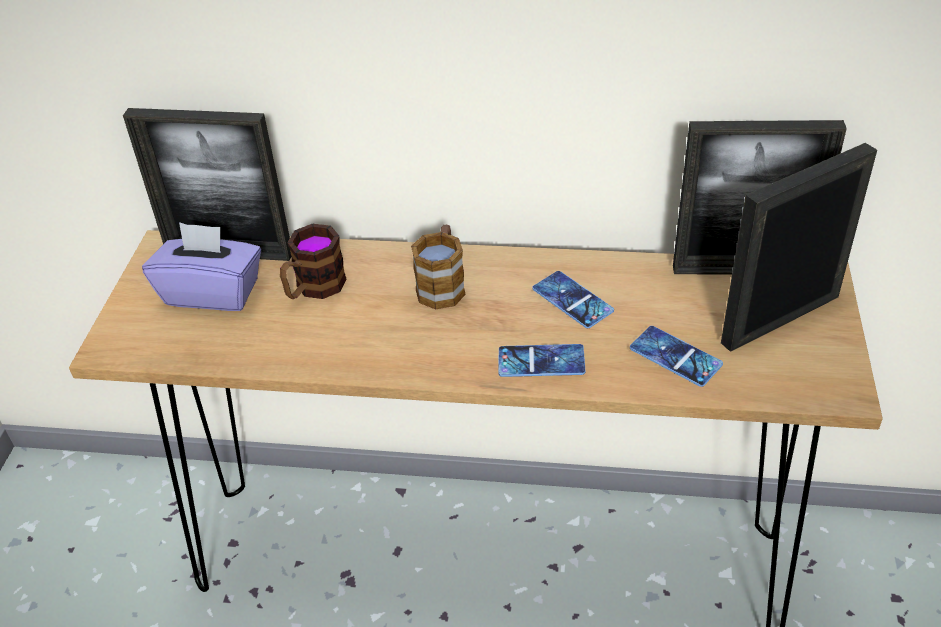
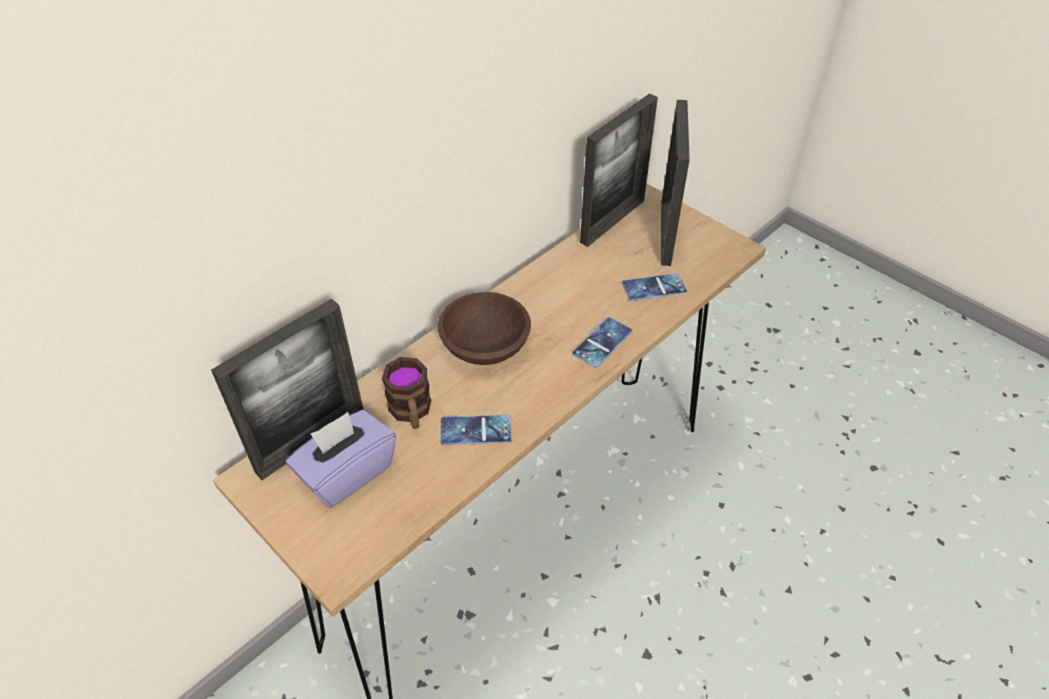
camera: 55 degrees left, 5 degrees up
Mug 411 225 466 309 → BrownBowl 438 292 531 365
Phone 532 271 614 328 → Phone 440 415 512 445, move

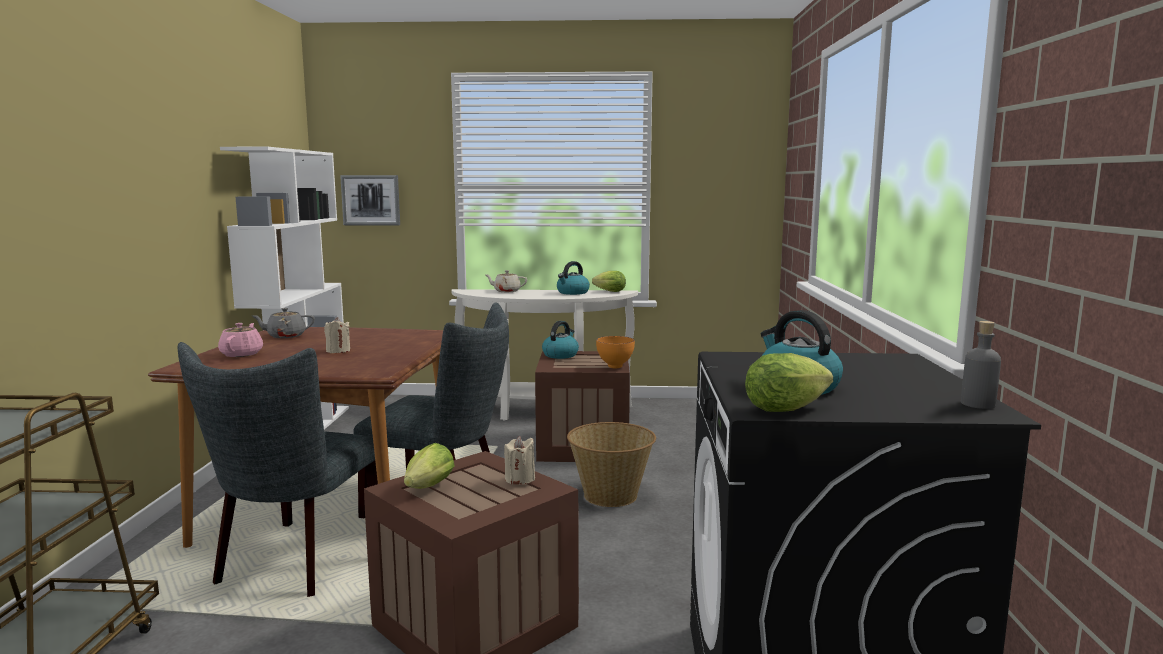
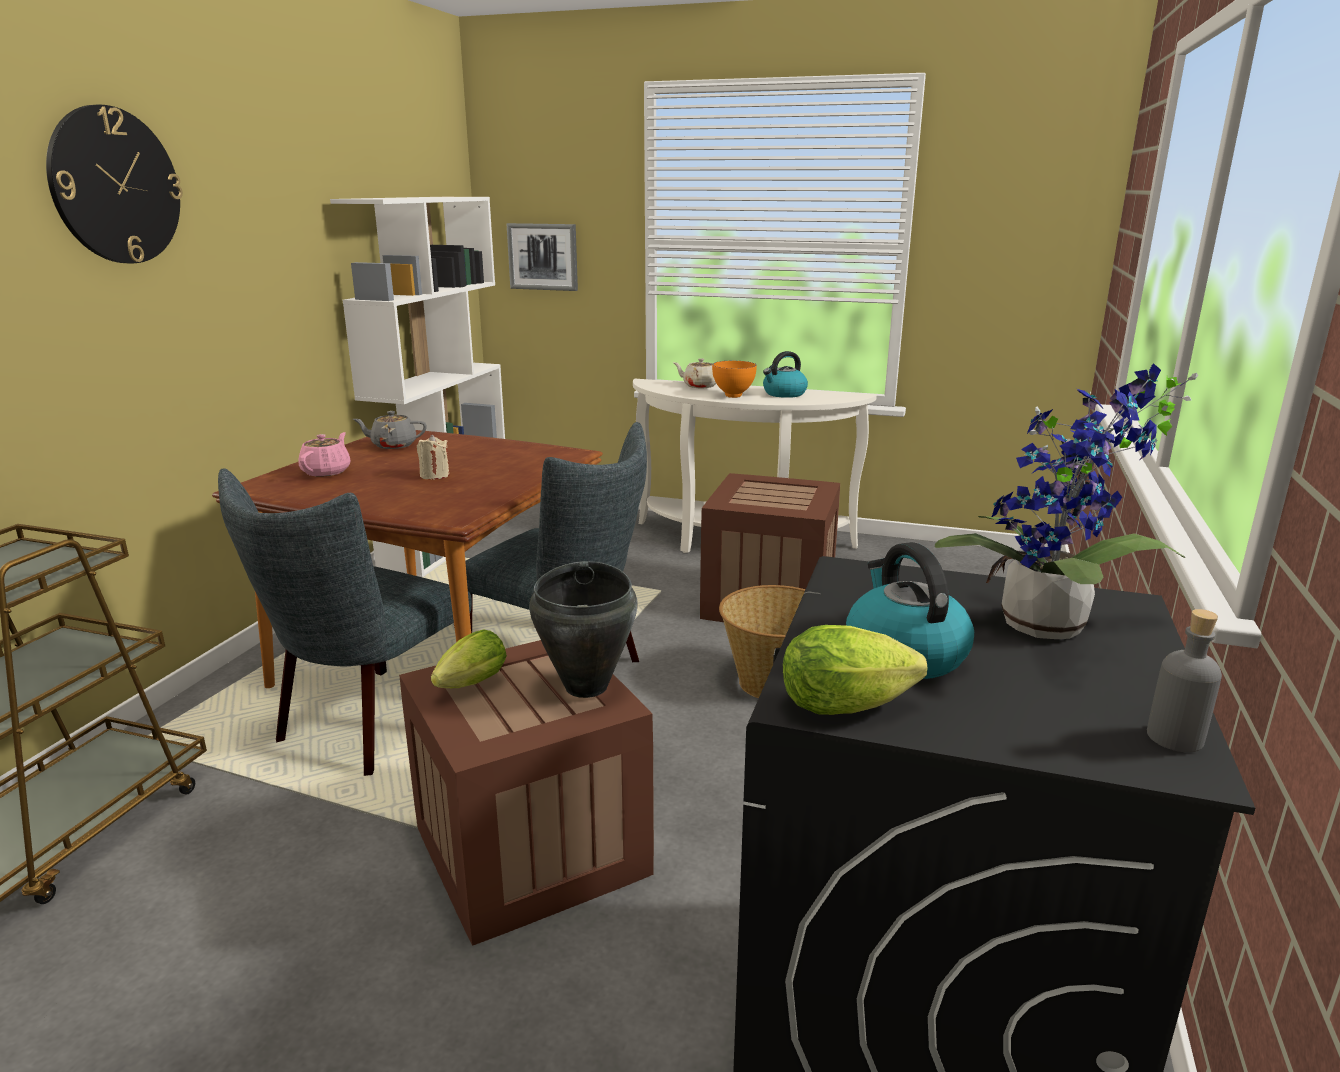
camera: 15 degrees right, 10 degrees up
Lettuce 592 271 626 292 → -
Kettle 542 321 579 359 → -
OrangeBowl 596 336 635 368 → OrangeBowl 712 361 757 398, move
BeigeCandle 504 436 535 484 → BlackCookingPot 529 561 637 698
- → WallClock 46 105 183 263
- → PottedPlant 935 363 1198 639

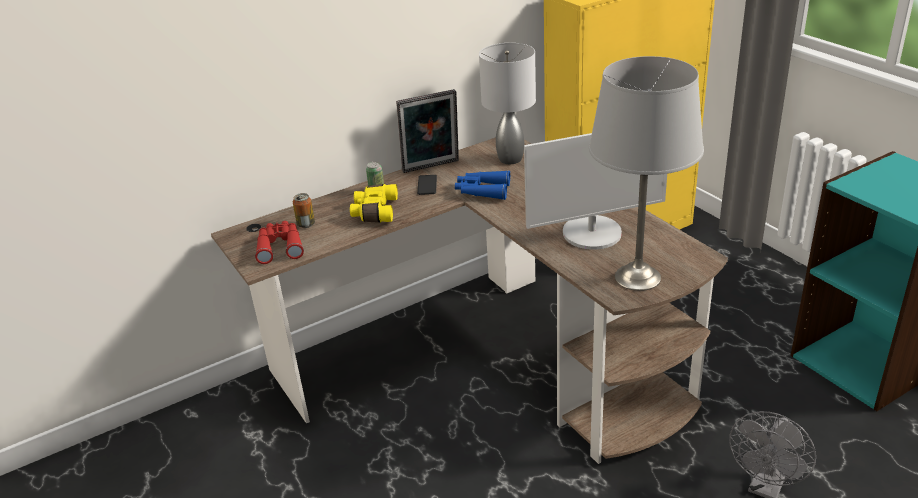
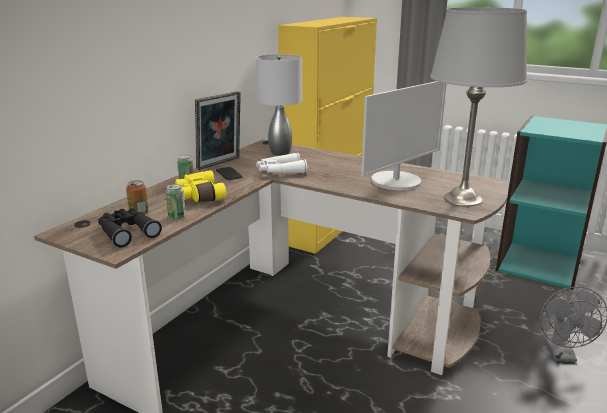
camera: 30 degrees left, 10 degrees down
BlueBinoculars 455 170 510 200 → WhiteBinoculars 256 153 307 173
RedBinoculars 255 221 304 264 → BlackBinoculars 98 209 162 247
- → Can 166 184 186 220

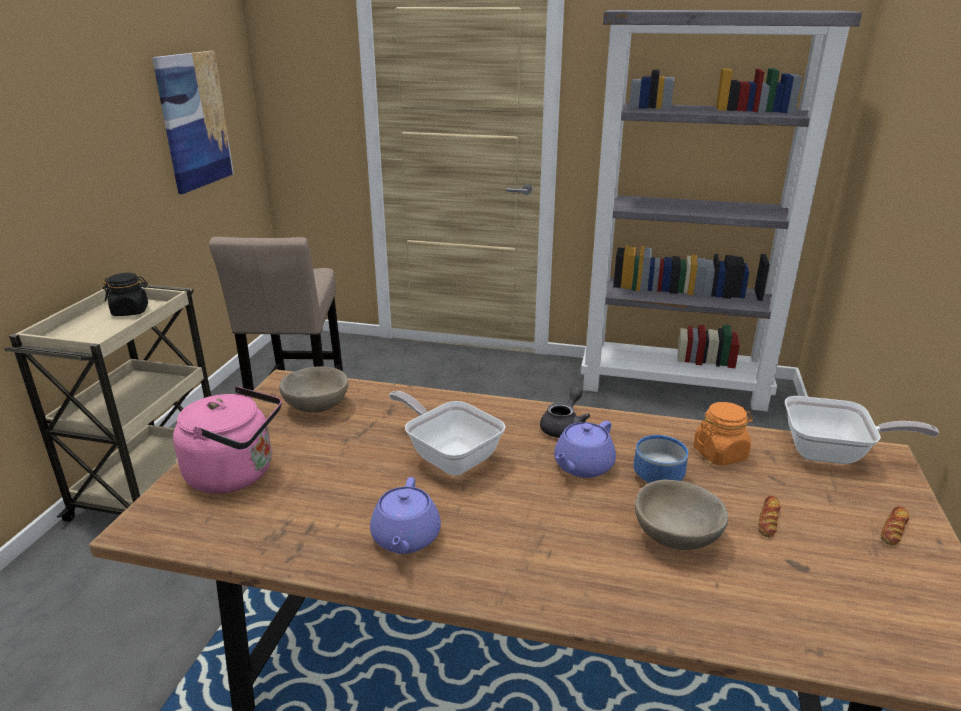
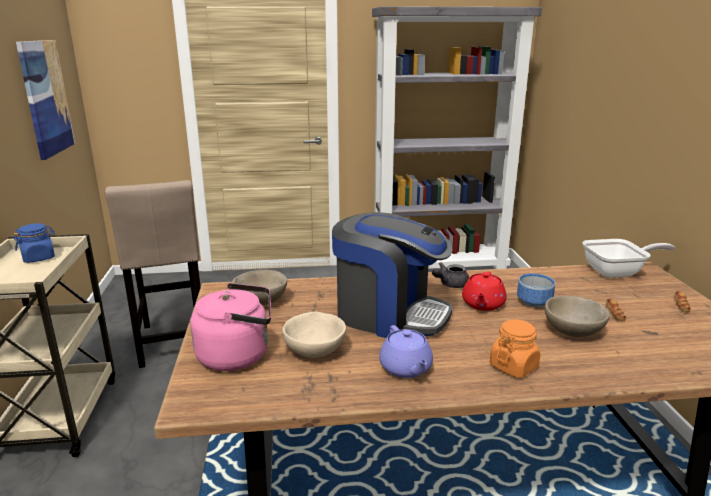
camera: 20 degrees left, 5 degrees down
BlackJar 103 273 148 316 → BlueJar 13 224 55 263
GreyTeapot 540 387 590 438 → GreyTeapot 432 262 469 288, 135 degrees counterclockwise
FryingPan 389 391 506 476 → CoffeeMachine 332 212 453 338
OrangeJar 693 402 753 466 → OrangeJar 490 319 540 378, move
PurpleTeapot 554 421 616 478 → RedTeapot 462 271 507 311
- → BeigeBowl 282 312 346 358

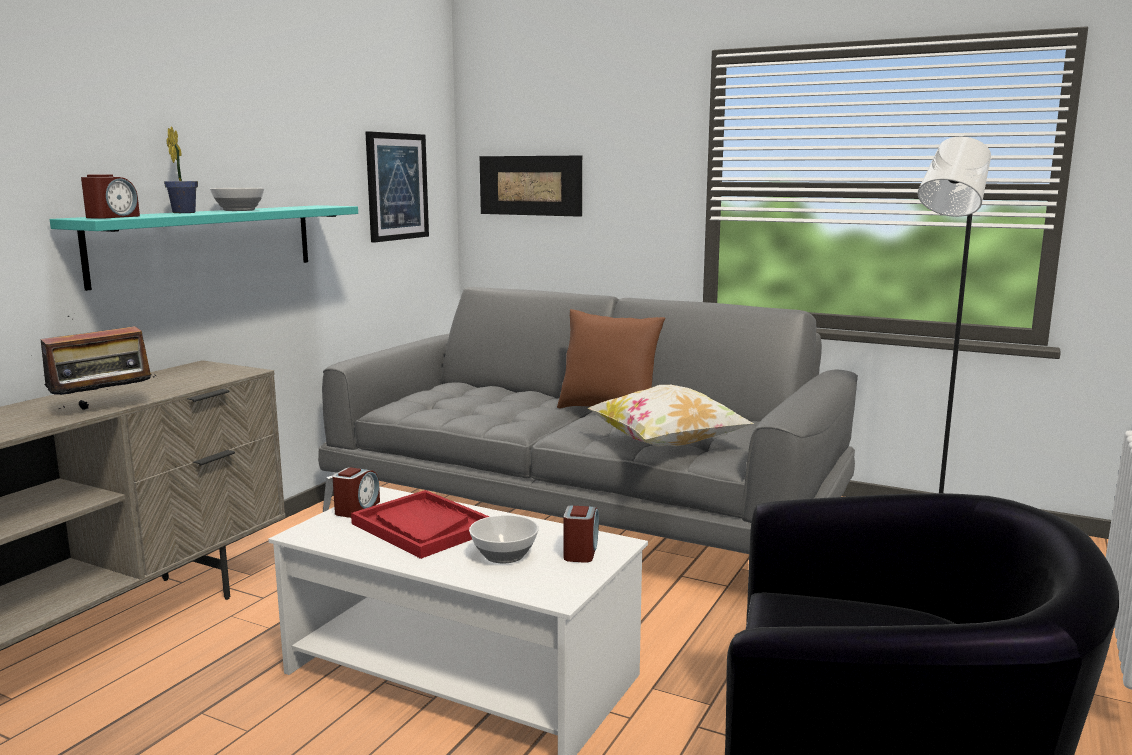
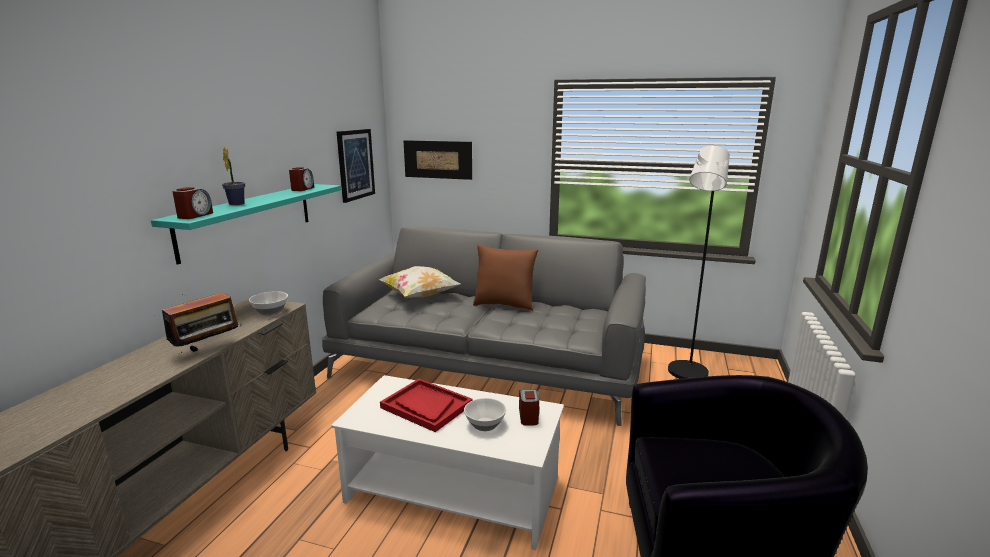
camera: 10 degrees left, 5 degrees up
Bowl 210 188 265 211 → Bowl 249 291 288 315, move
Pillow 588 385 755 446 → Pillow 379 266 460 298, move
AlarmClock 332 467 380 518 → AlarmClock 289 167 314 191, move

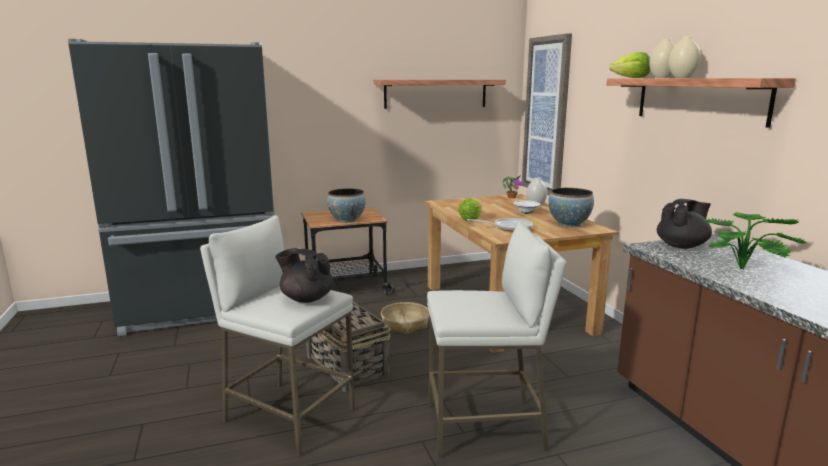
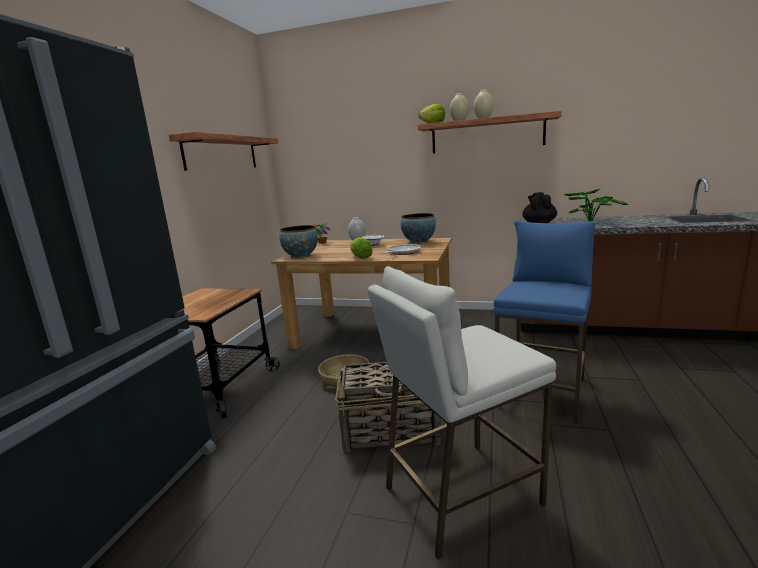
camera: 55 degrees left, 0 degrees up
Picture 522 33 572 195 → -
Bowl 327 188 366 223 → Bowl 279 225 318 259, move
WhiteStool 427 221 567 458 → BlueStool 493 220 595 423
BlackTeapot 275 248 334 303 → -

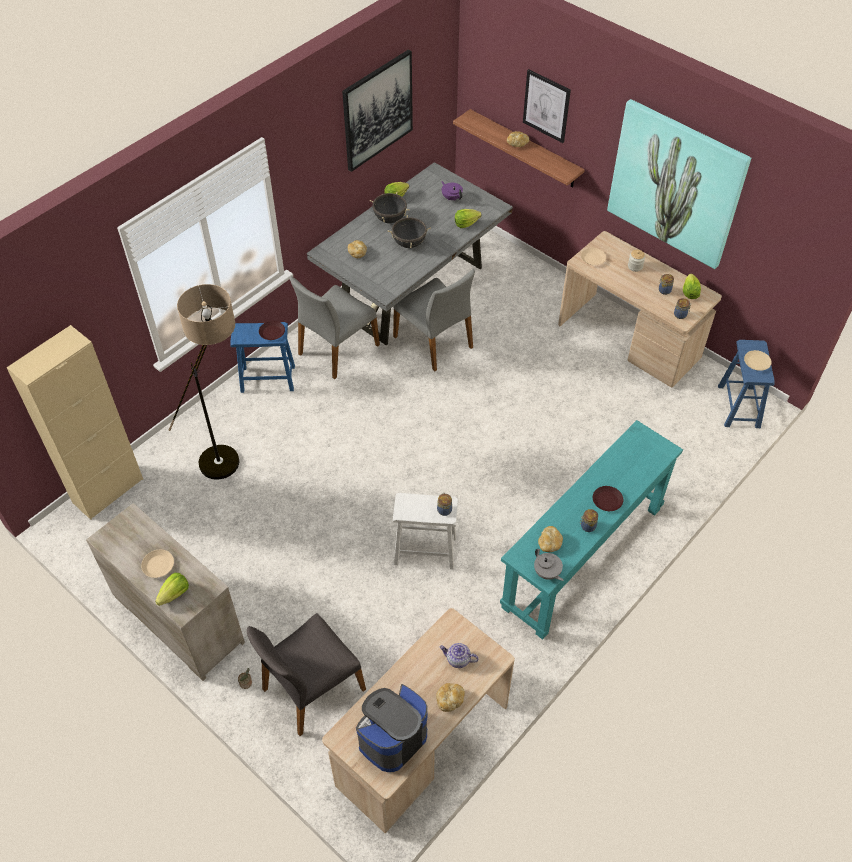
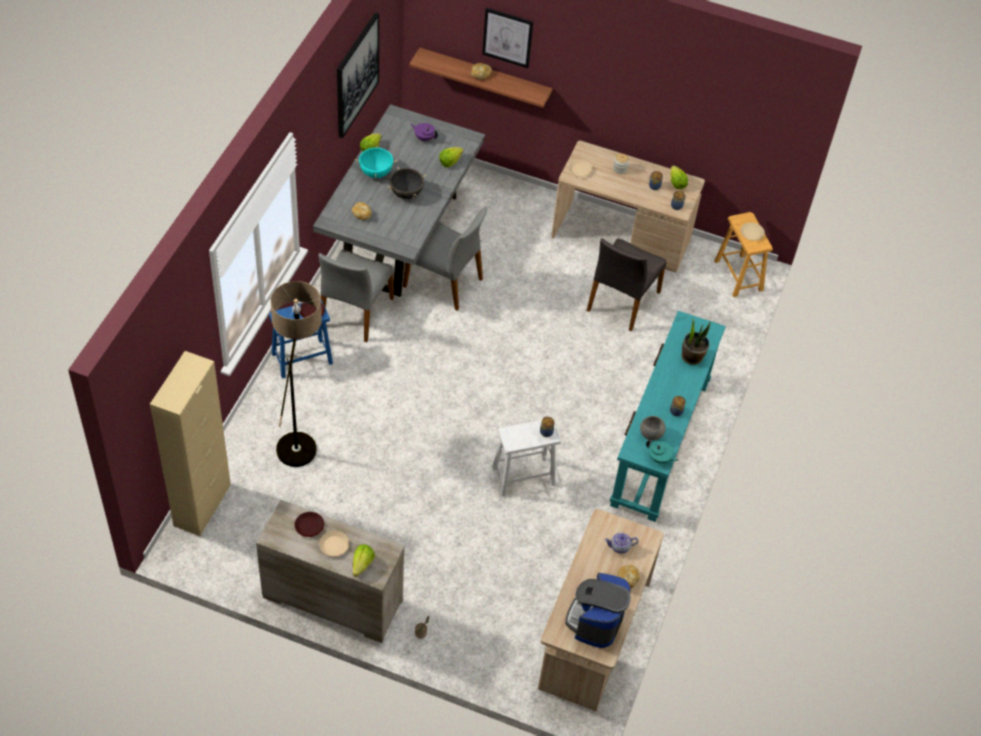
camera: 25 degrees left, 0 degrees up
Picture 607 99 751 269 → -
BlackCookingPot 370 192 410 223 → TurquoiseCookingPot 355 145 398 178
BlueStool 718 340 775 428 → BrownStool 714 212 773 297
BrownPlate 593 486 623 511 → BrownPlate 295 512 324 537, move
Bread 538 526 563 552 → GreyBowl 640 416 666 441
GreyTeapot 534 549 564 581 → TurquoiseTeapot 646 440 678 464
GreyChair 247 613 366 736 → GreyChair 587 238 666 331, move
- → PottedPlant 682 318 711 365

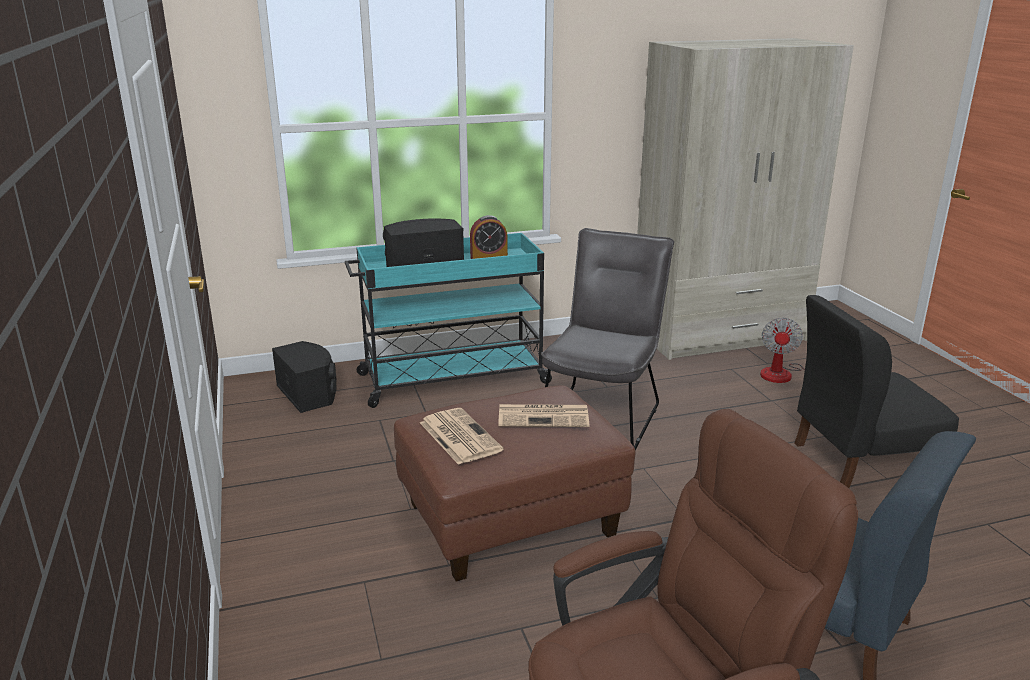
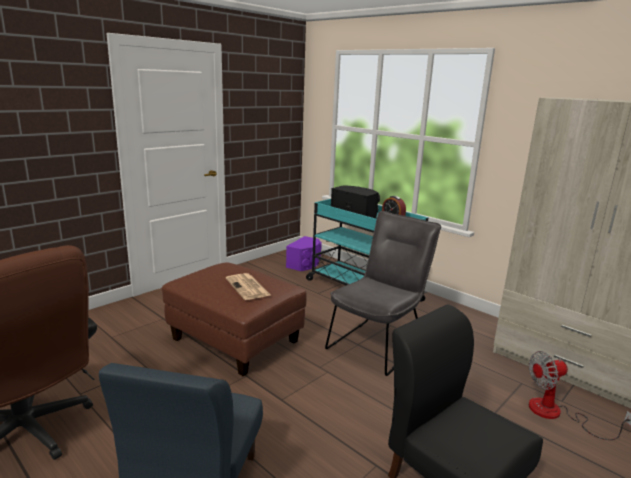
camera: 60 degrees right, 5 degrees down
GreyChair 541 228 674 450 → GreyChair 325 211 441 376, 45 degrees counterclockwise
BlackSpeaker 272 341 337 413 → PurpleSpeaker 286 236 322 271
Newspaper 420 408 503 465 → -

